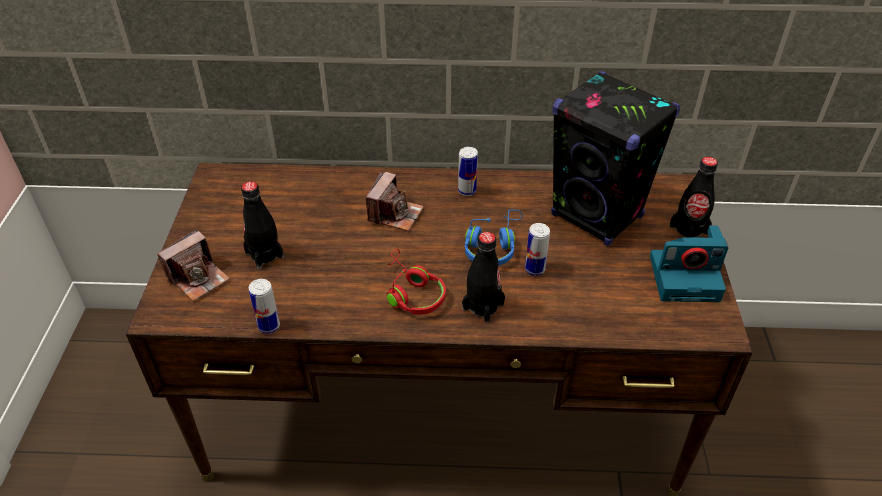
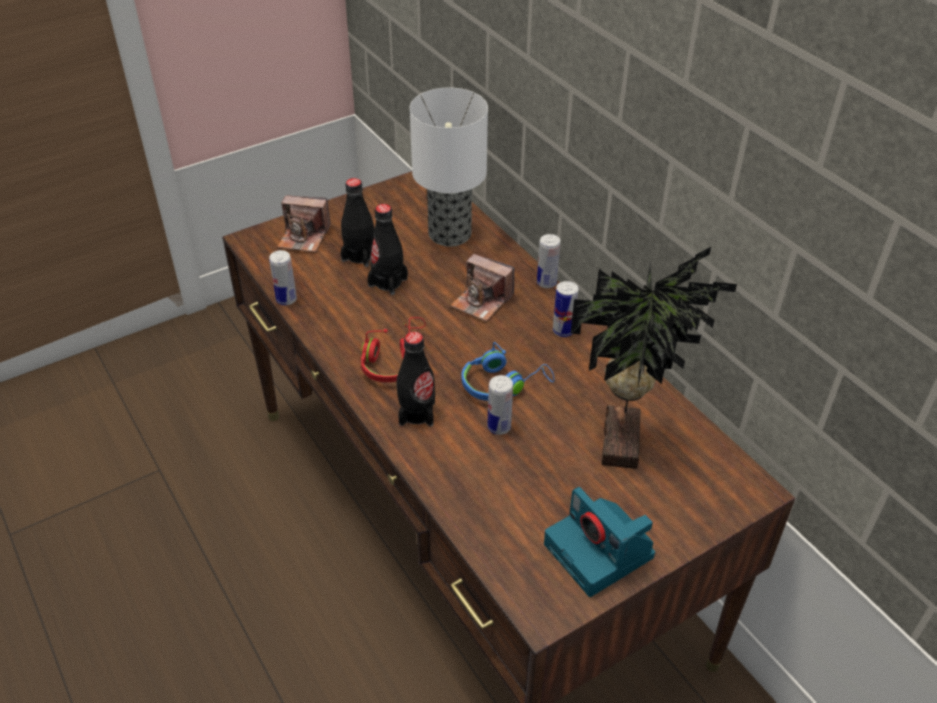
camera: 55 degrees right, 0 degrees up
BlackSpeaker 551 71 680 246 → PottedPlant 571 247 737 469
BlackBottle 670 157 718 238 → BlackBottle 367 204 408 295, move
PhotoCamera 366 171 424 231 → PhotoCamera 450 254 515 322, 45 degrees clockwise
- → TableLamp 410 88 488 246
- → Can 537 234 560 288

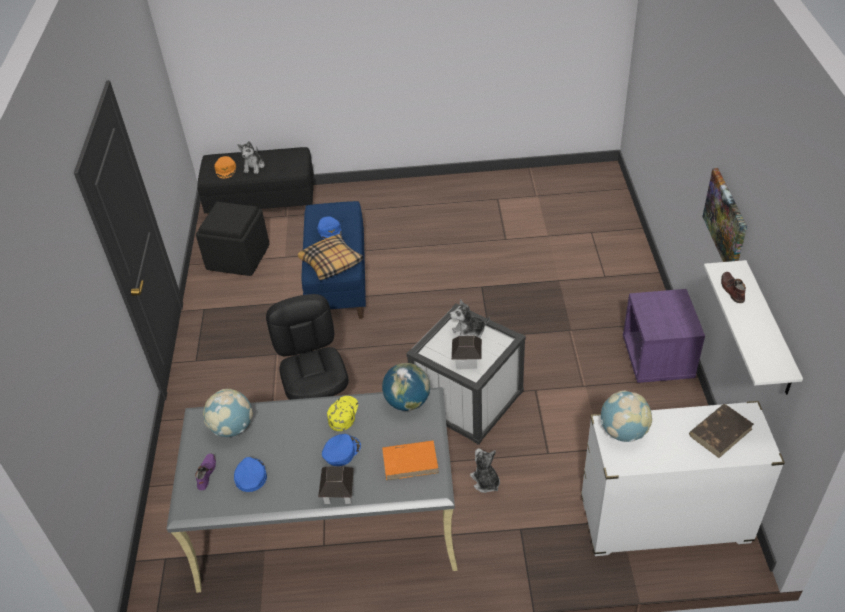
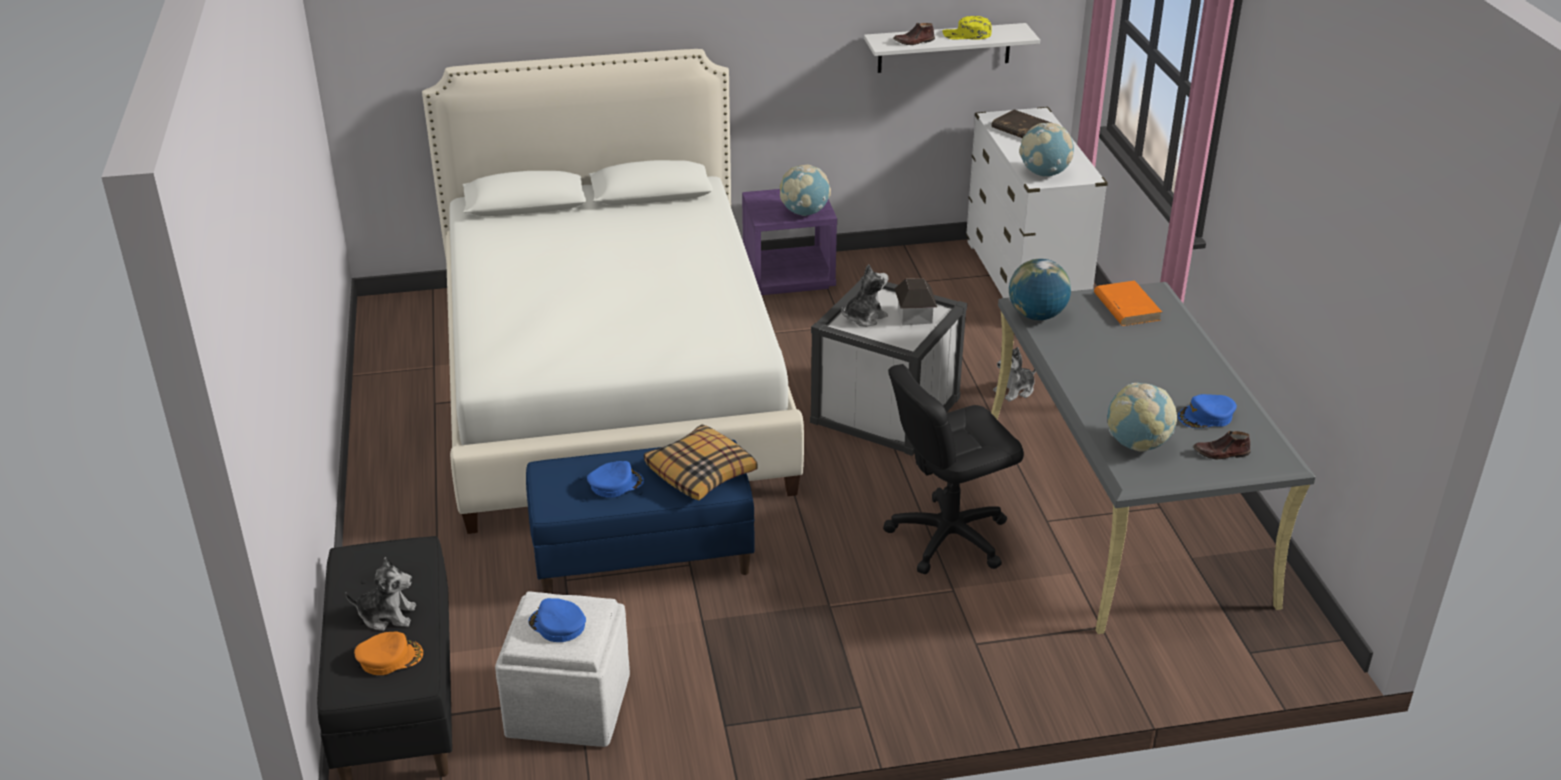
camera: 100 degrees left, 10 degrees down
Picture 702 168 747 262 → -
BlackOttoman 196 202 270 276 → WhiteOttoman 495 591 630 747
PlushToy 450 299 490 338 → PlushToy 841 264 889 327, 105 degrees counterclockwise
YellowCap 327 396 358 431 → YellowCap 943 16 992 40, move
BlueCap 322 434 361 466 → BlueCap 528 598 586 642, move
PurpleShoe 195 454 216 490 → BrownShoe 1193 431 1250 460
ToyHouse 318 467 354 504 → -
- → WhiteBed 422 49 804 534
- → Globe 780 165 831 216

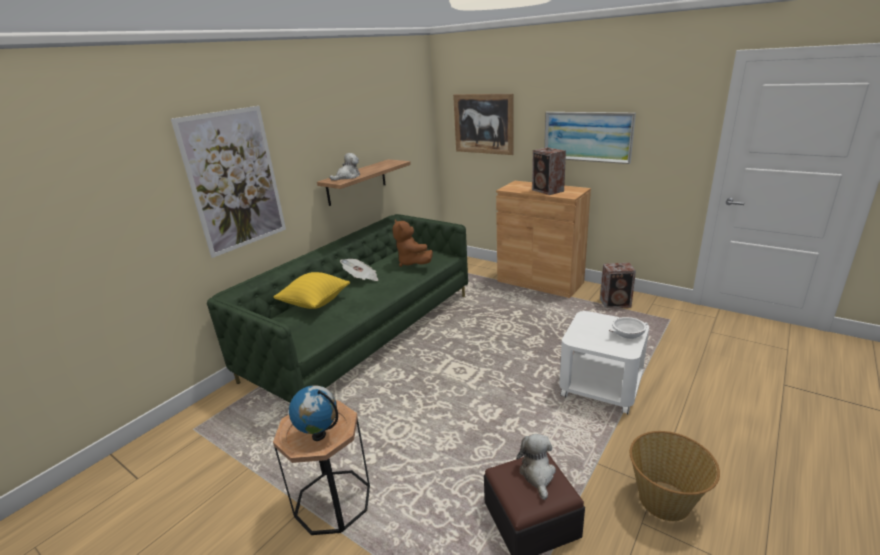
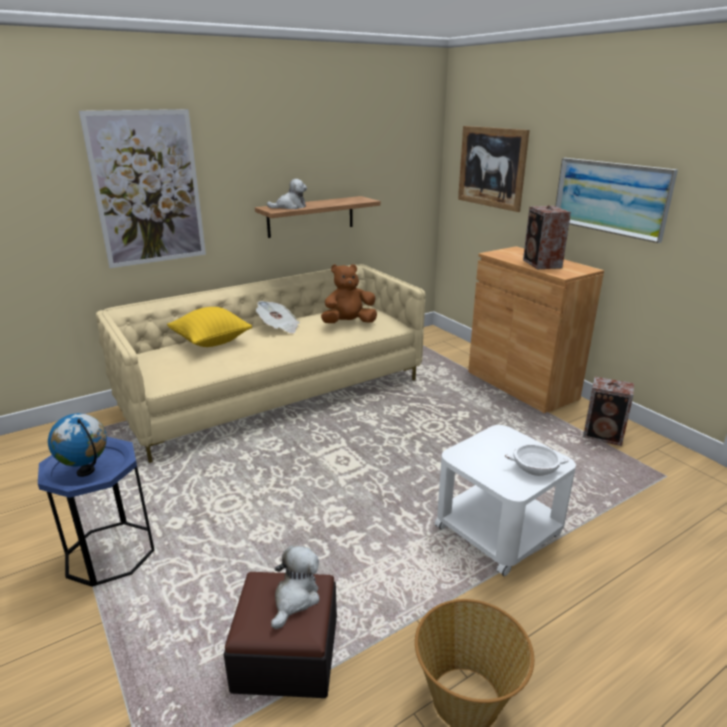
camera: 20 degrees right, 0 degrees up
GreenSofa 207 214 468 403 → BeigeSofa 96 264 425 463
BrownPlushToy 393 220 433 267 → BrownPlushToy 321 264 377 323, 75 degrees clockwise
BrownSideTable 273 400 370 535 → BlueSideTable 38 437 155 587

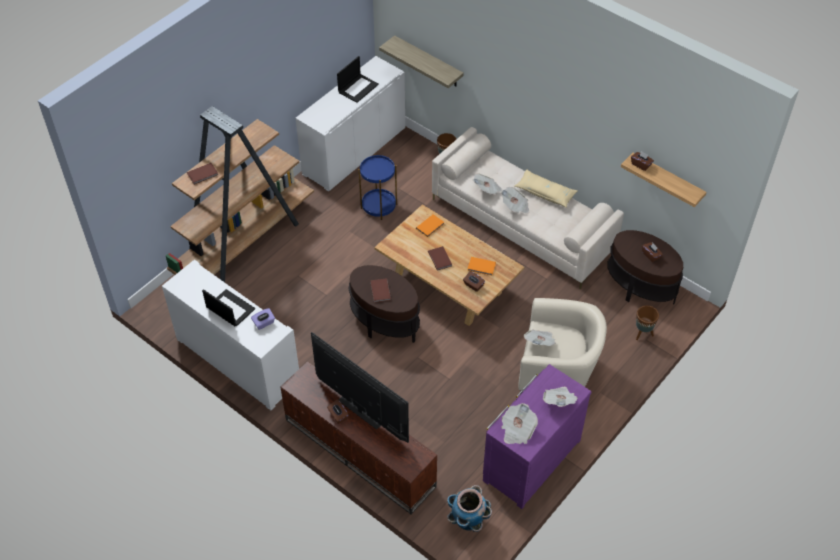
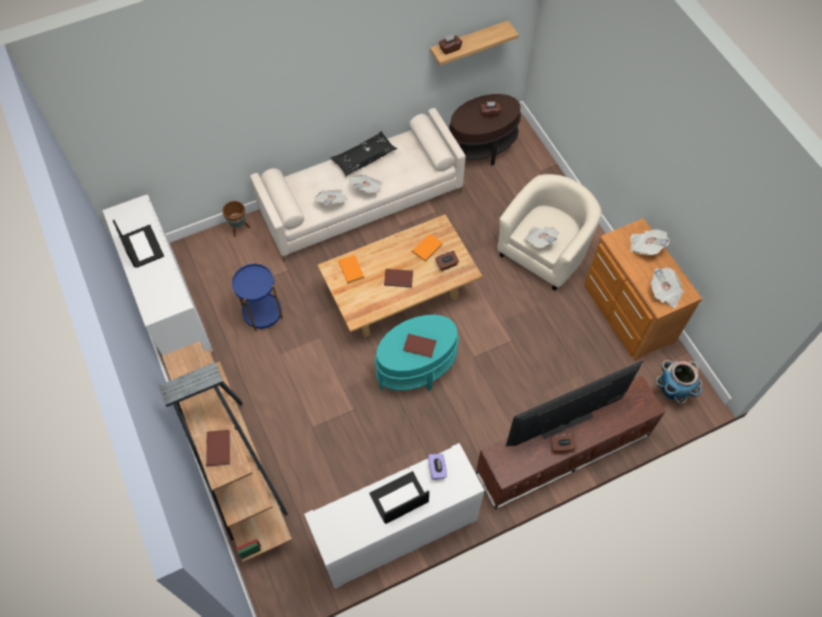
camera: 65 degrees left, 10 degrees up
Shelf 379 35 464 88 → -
BeigePillow 515 169 577 208 → BlackPillow 330 131 397 177
BrownSideTable 349 265 420 343 → TurquoiseSideTable 375 315 459 391
BrownPlanter 636 306 659 340 → -
PurpleDresser 483 364 591 509 → BrownDresser 584 218 702 361

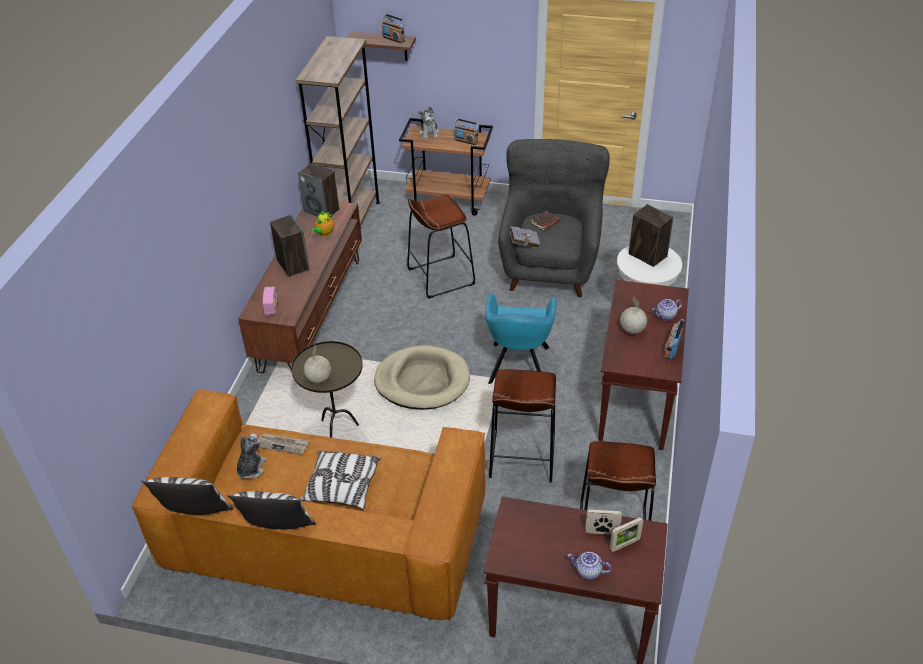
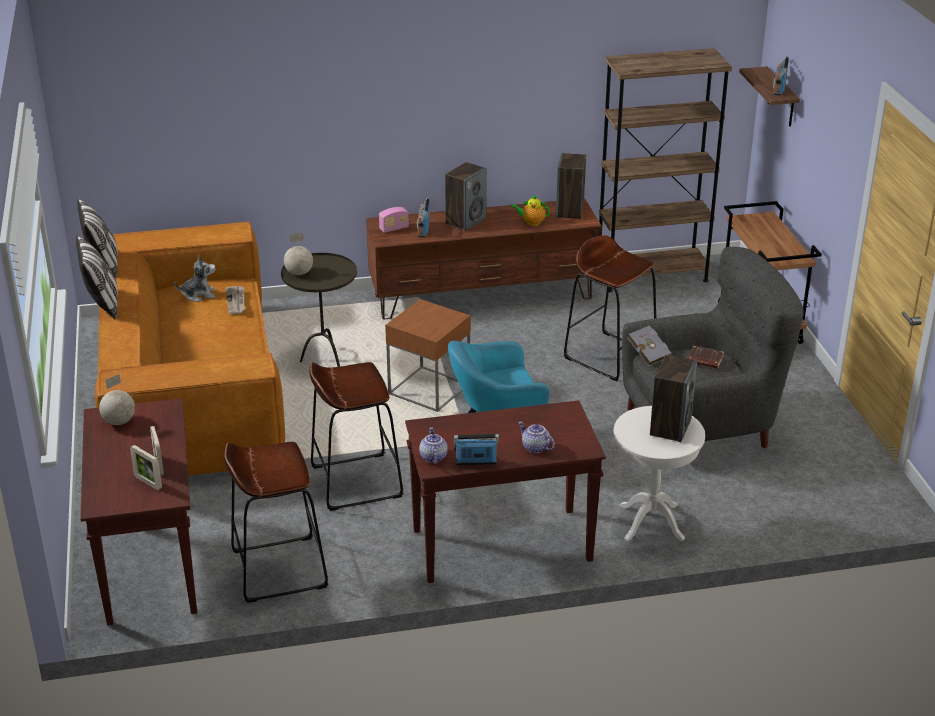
camera: 65 degrees right, 10 degrees down
PlushToy 418 107 439 139 → -
Radio 454 118 479 145 → Radio 417 197 430 237, move
Globe 620 295 647 334 → Globe 99 374 135 425, move
BeigeDogBed 374 345 470 410 → BrownSideTable 385 299 471 412
Pillow 300 451 381 509 → -
Teapot 568 552 612 579 → Teapot 419 427 448 464, move

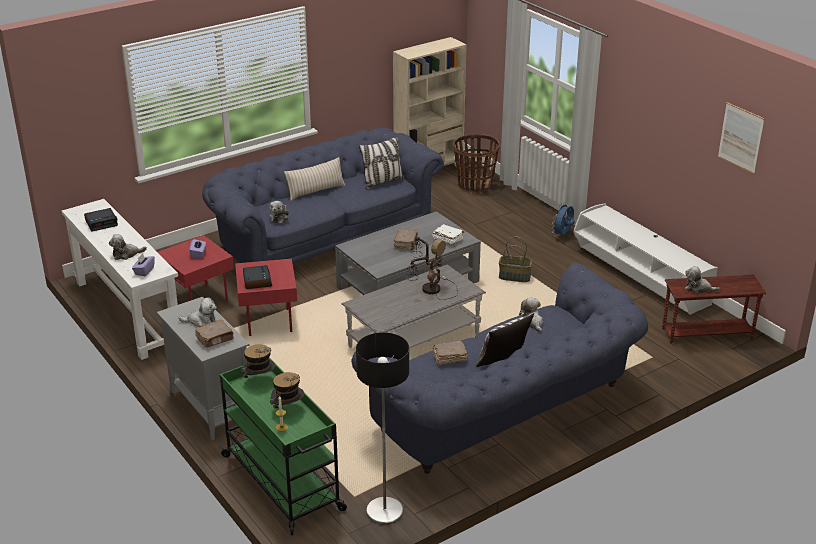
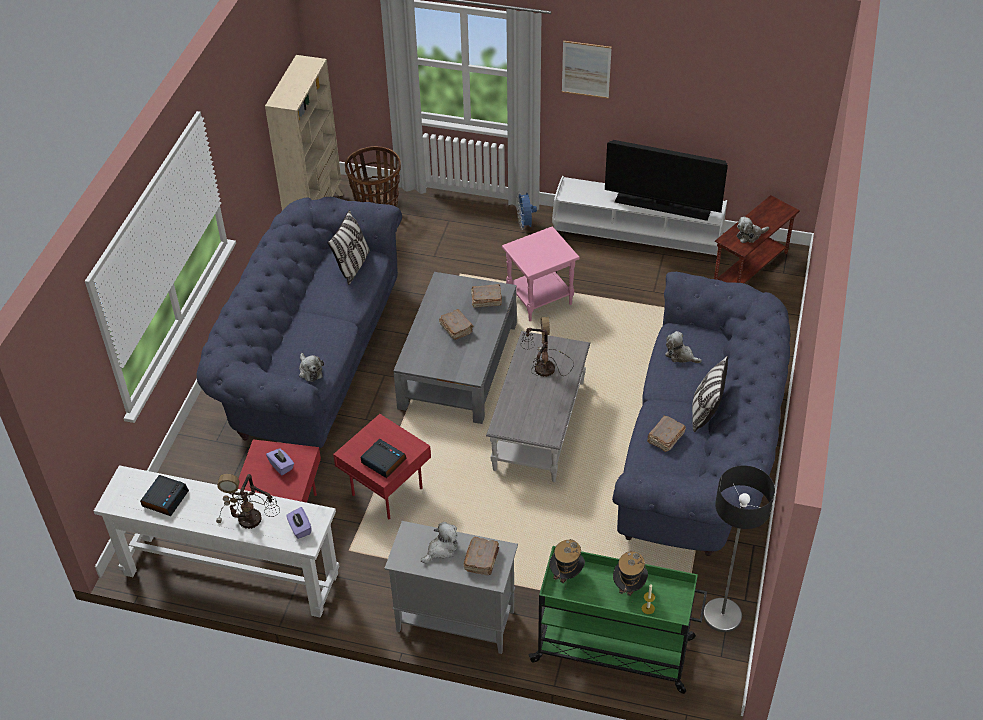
camera: 40 degrees left, 15 degrees up
Picture 718 102 765 174 → Picture 562 41 612 99, move
BeigePillow 284 157 345 201 → -
WhiteBook 432 224 464 245 → BrownBook 471 284 502 308
PlushToy 109 234 147 260 → TableLamp 216 474 280 529
Basket 499 237 533 282 → PinkSideTable 502 226 580 321
- → Television 605 140 728 221

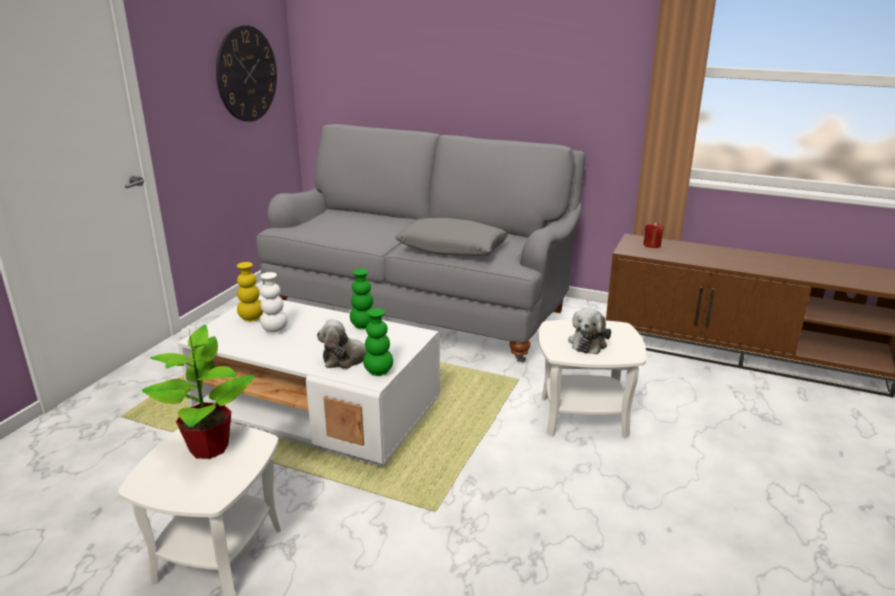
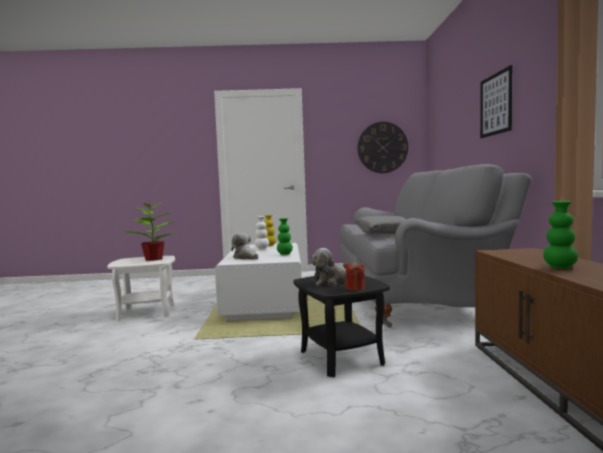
camera: 65 degrees right, 20 degrees down
RedCandle 643 221 664 248 → RedCandle 345 261 365 291, move
GreenVase 363 308 393 376 → GreenVase 543 201 578 269, move
WhiteSideTable 538 319 646 438 → BlackSideTable 293 276 390 377
- → Picture 480 65 512 138

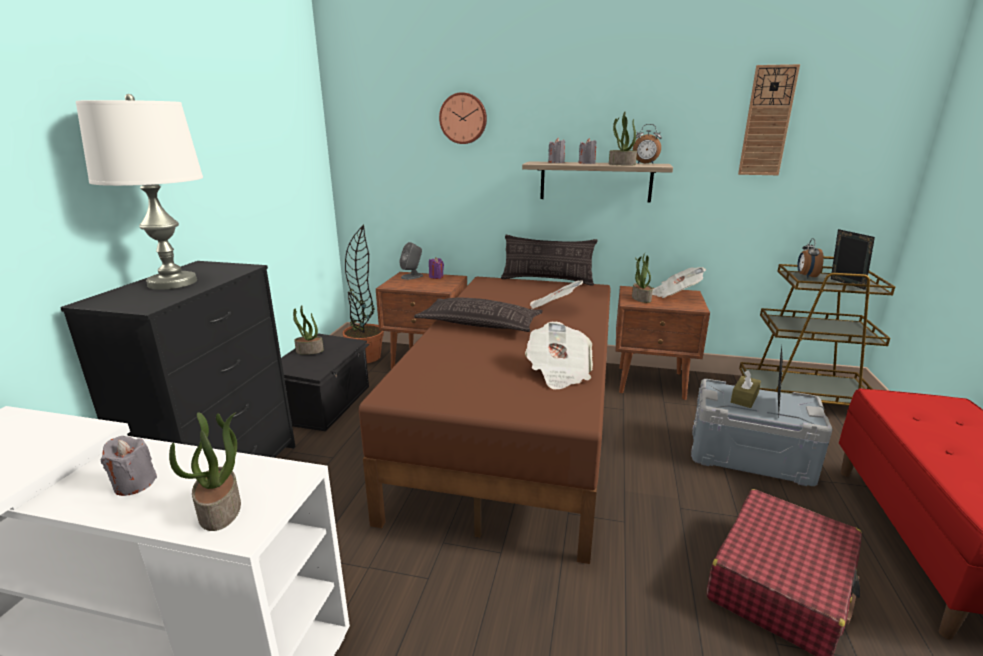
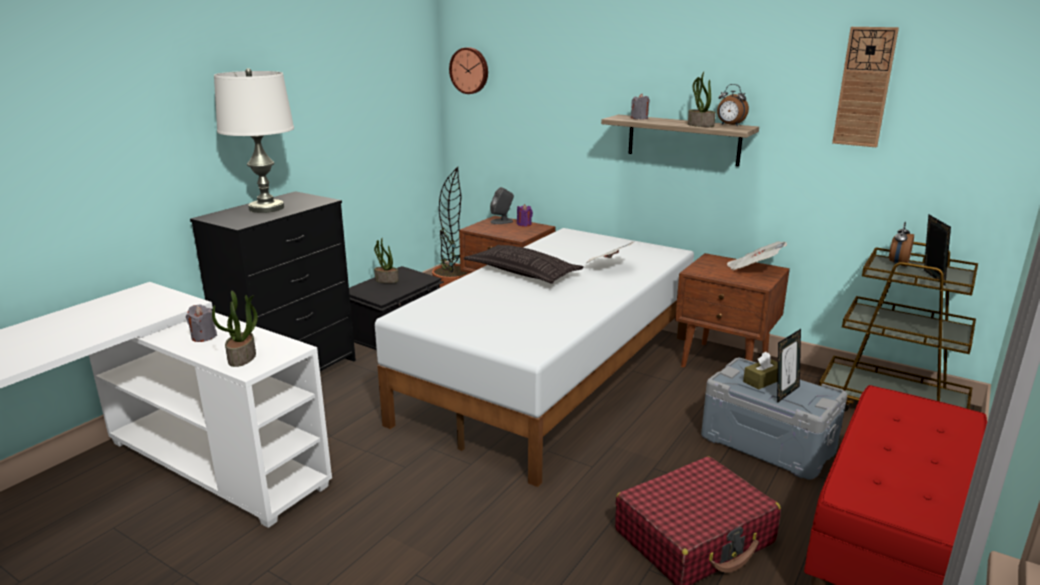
camera: 20 degrees right, 0 degrees up
WallClock 439 92 487 144 → WallClock 449 47 488 94, move
GreyCandle 579 138 597 164 → -
Pillow 501 235 597 286 → -
PottedPlant 632 253 653 303 → -
BrownBed 359 277 611 564 → WhiteBed 375 228 694 487
Newspaper 525 322 593 390 → -

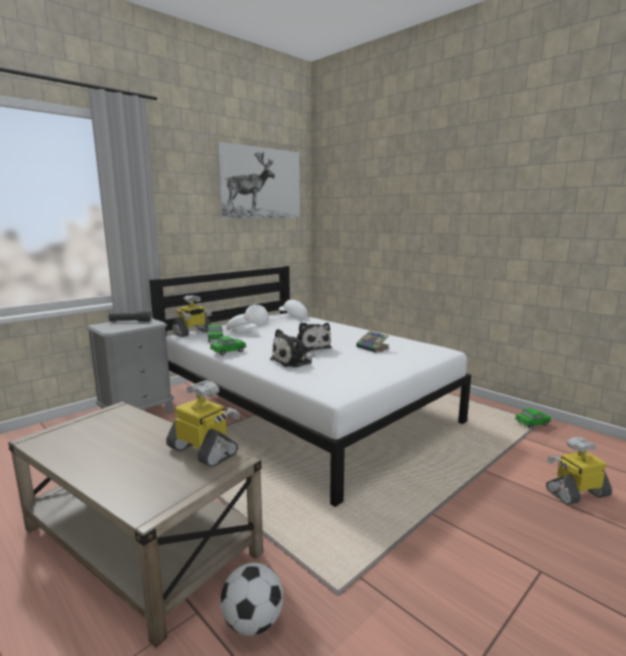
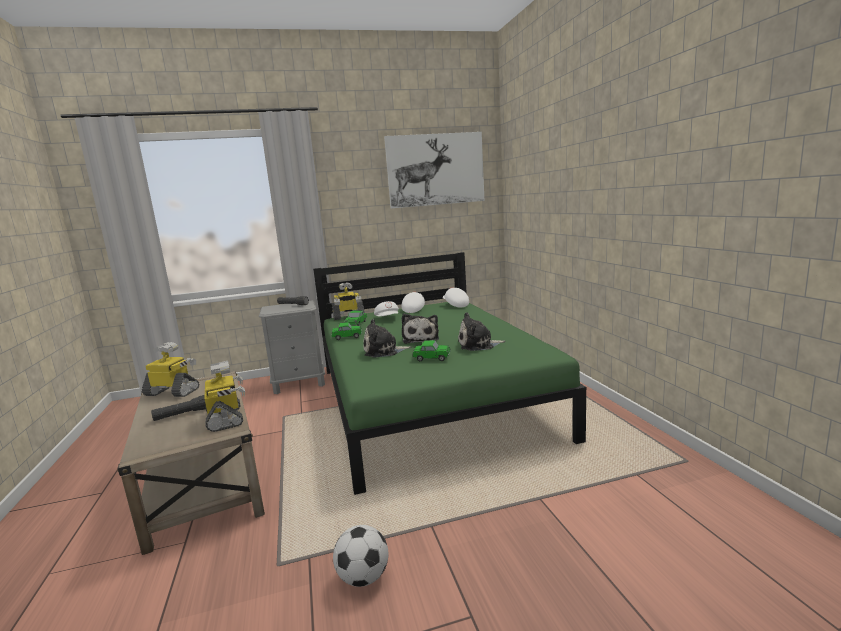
camera: 30 degrees right, 0 degrees up
WhiteBed 149 266 471 507 → GreenBed 313 252 586 495
Book 356 331 390 353 → PlushToy 458 312 505 351
ToyCar 515 408 551 428 → ToyCar 412 340 451 361, move
ToyRobot 546 437 612 505 → ToyRobot 142 342 199 397, move
Football 220 563 283 636 → Football 333 525 388 587, move
- → BlackFlashlight 151 395 206 421

